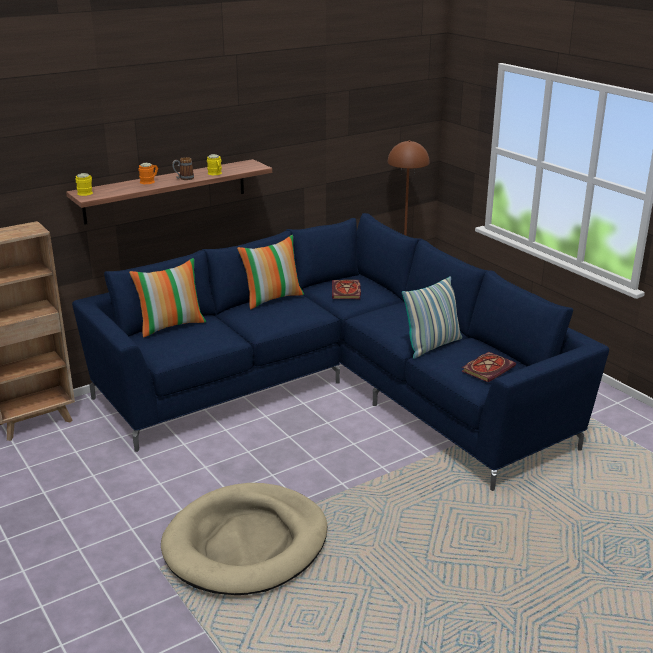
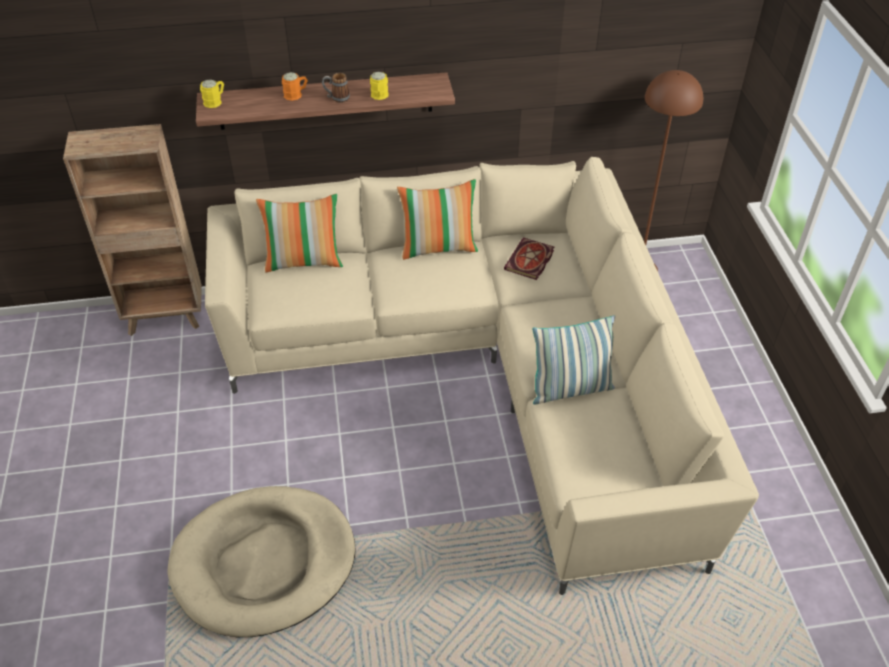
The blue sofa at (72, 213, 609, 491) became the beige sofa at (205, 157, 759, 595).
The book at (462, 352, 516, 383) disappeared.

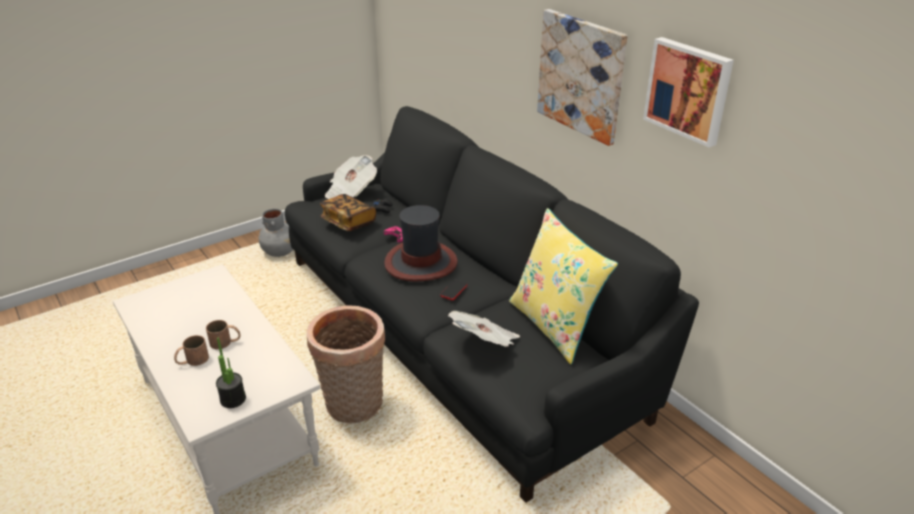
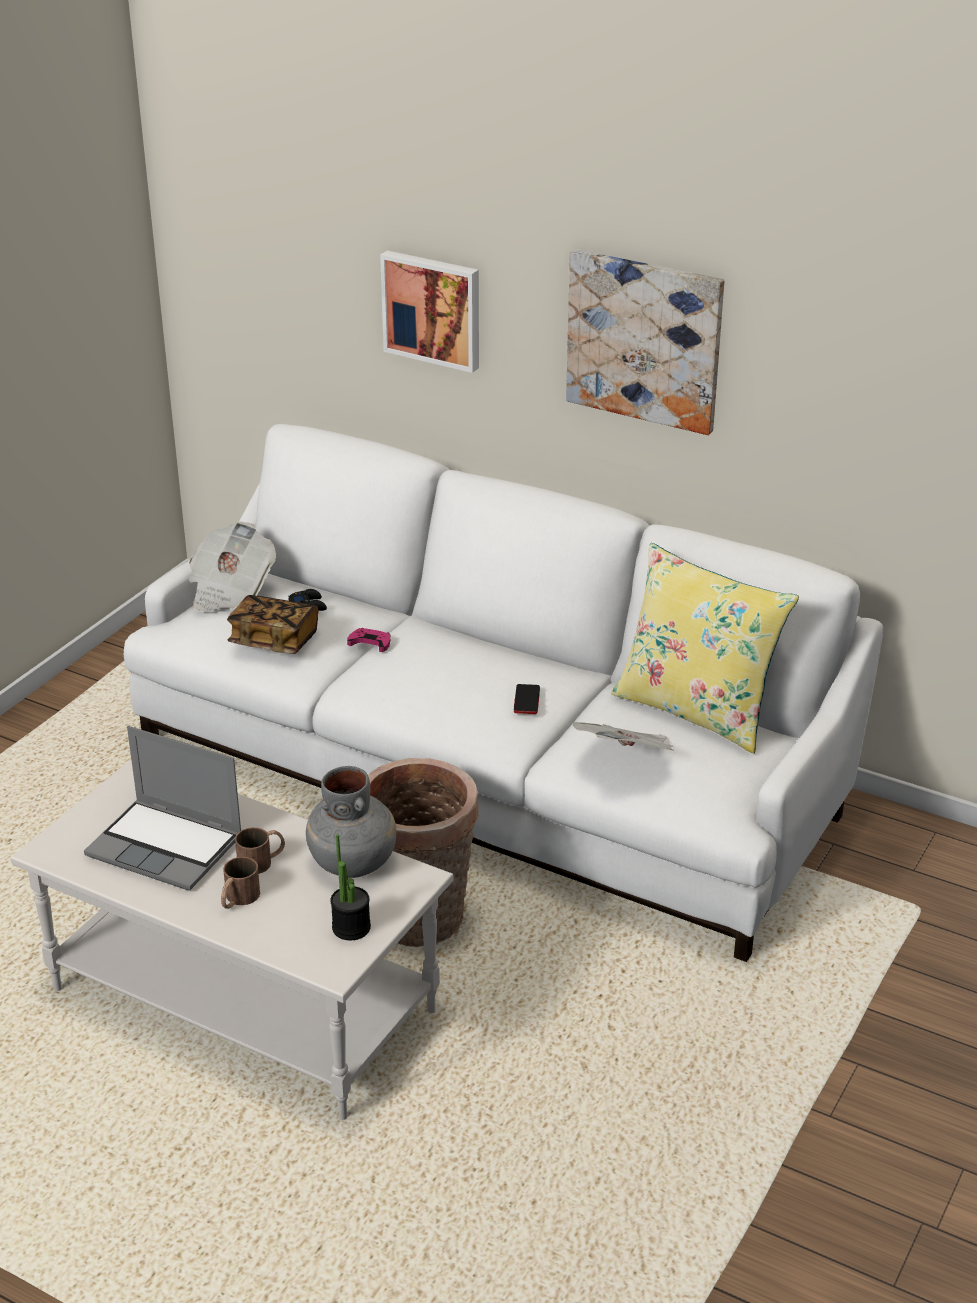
The grey vase moved from (258, 209, 293, 257) to (306, 766, 396, 878).
The black sofa at (285, 106, 699, 503) became the white sofa at (124, 424, 883, 962).
The hat at (384, 205, 457, 281) disappeared.
The picture moved from (643, 37, 734, 147) to (380, 250, 479, 373).
The laptop at (84, 726, 241, 891) appeared.

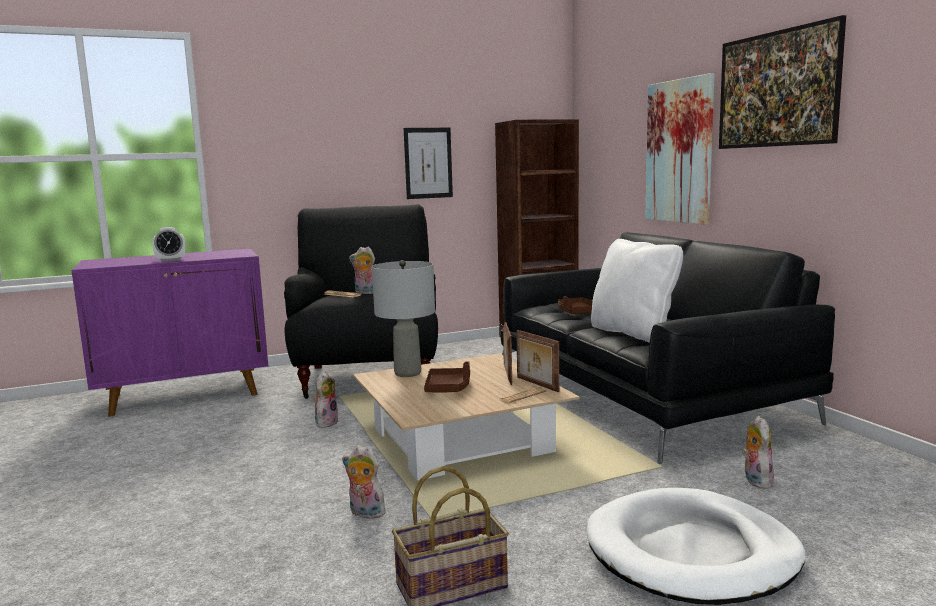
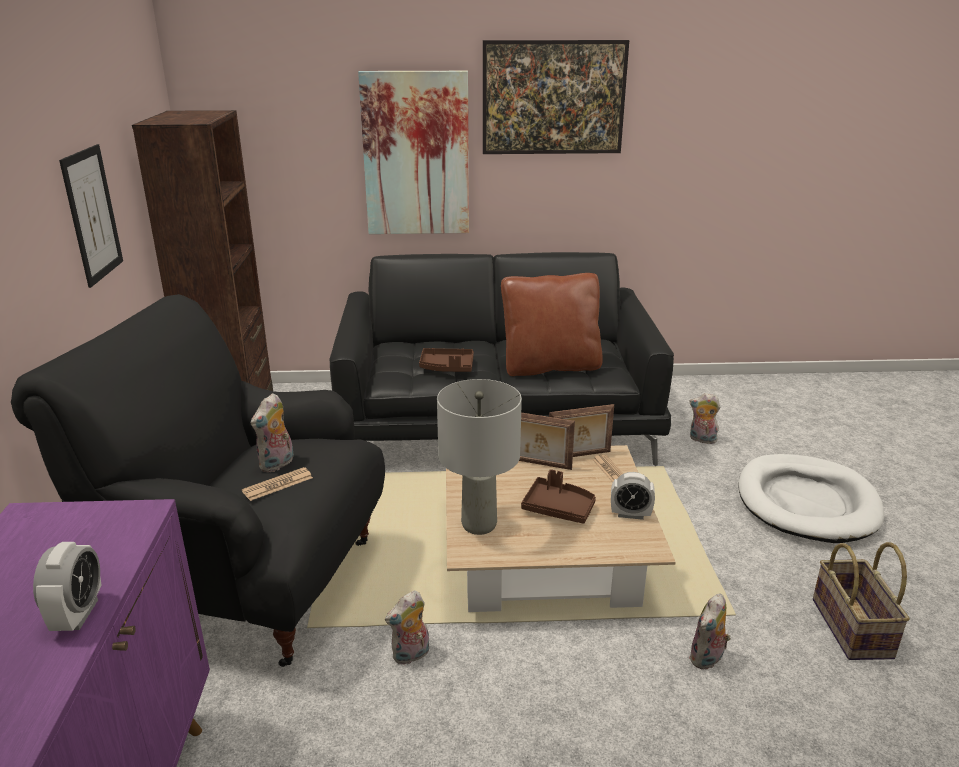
The plush toy at (313, 372, 339, 428) turned 75 degrees counterclockwise.
The white pillow at (591, 239, 683, 342) became the brown pillow at (501, 273, 603, 376).
The alarm clock at (611, 472, 655, 520) appeared.

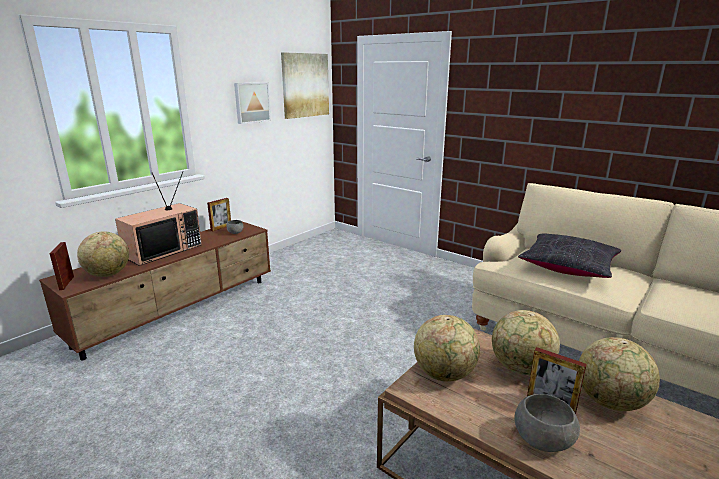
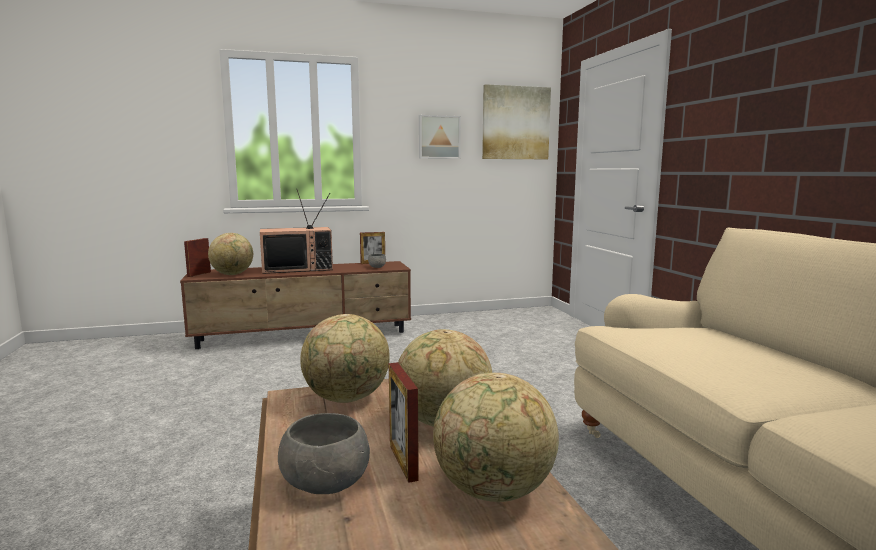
The black pillow at (518, 234, 621, 278) disappeared.

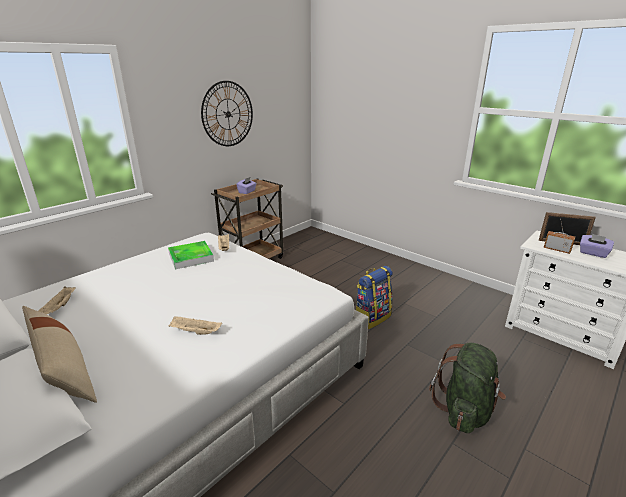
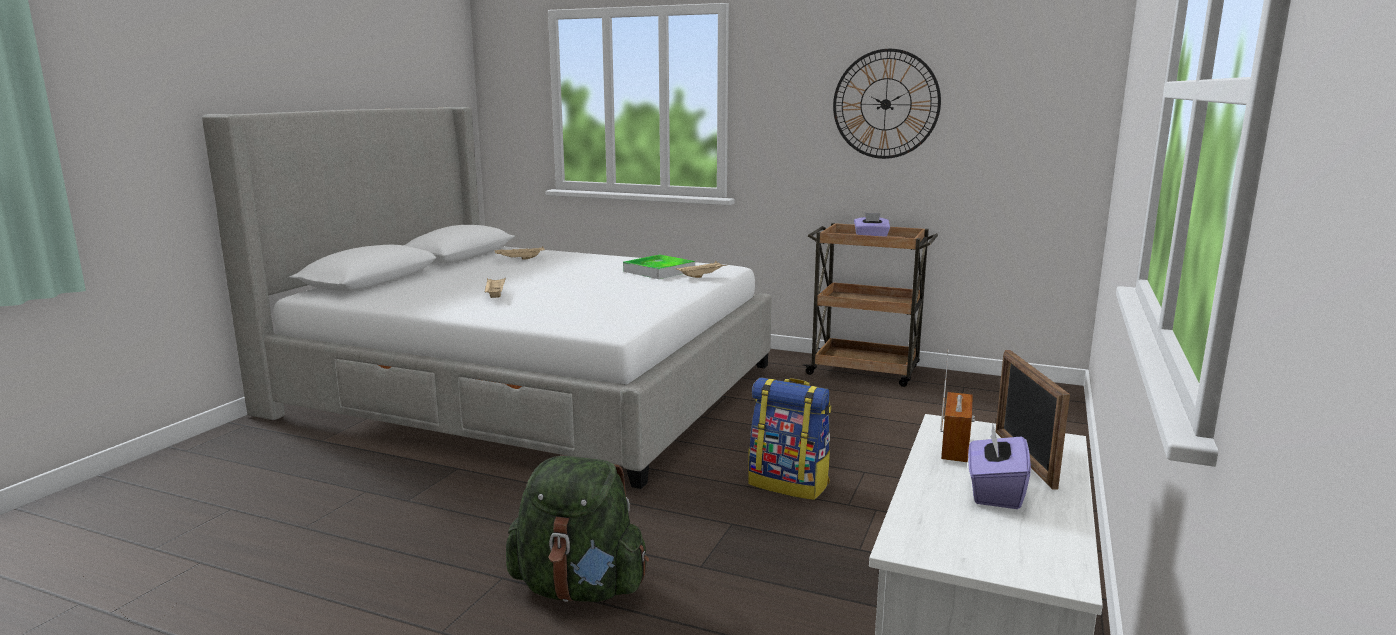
The beige pillow at (22, 306, 97, 403) disappeared.

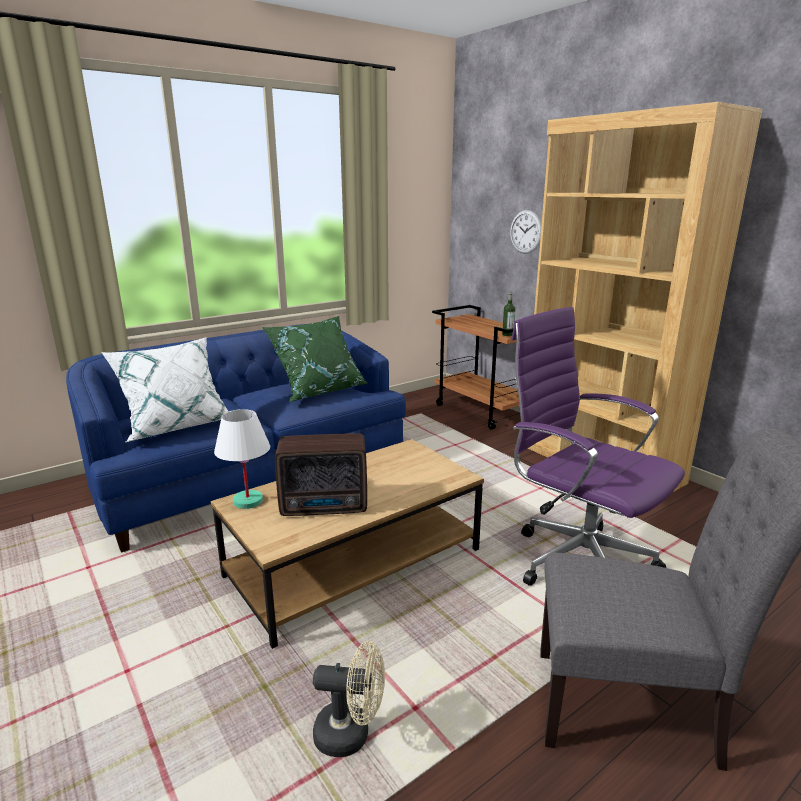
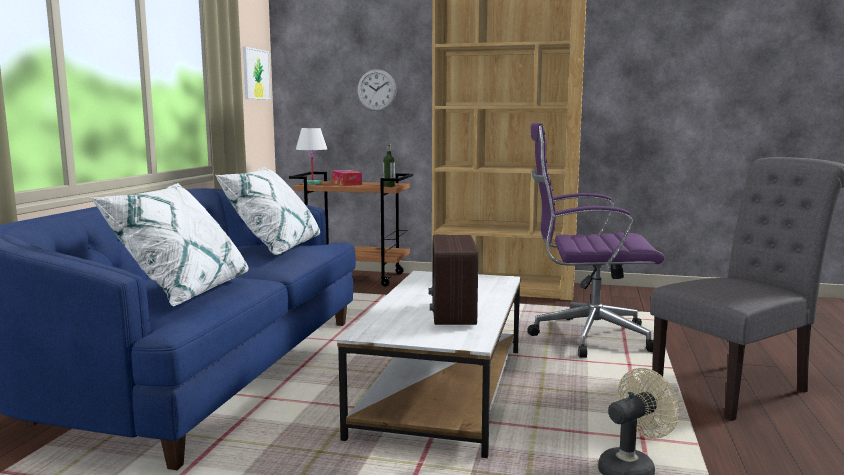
The brown coffee table at (211, 439, 484, 649) became the white coffee table at (337, 271, 521, 458).
The white table lamp moved from (214, 409, 270, 509) to (296, 128, 327, 185).
The green pillow at (262, 316, 368, 402) became the white pillow at (215, 167, 320, 255).
The radio at (275, 433, 367, 516) turned 135 degrees clockwise.
The picture at (243, 47, 271, 100) appeared.
The tissue box at (332, 170, 362, 186) appeared.

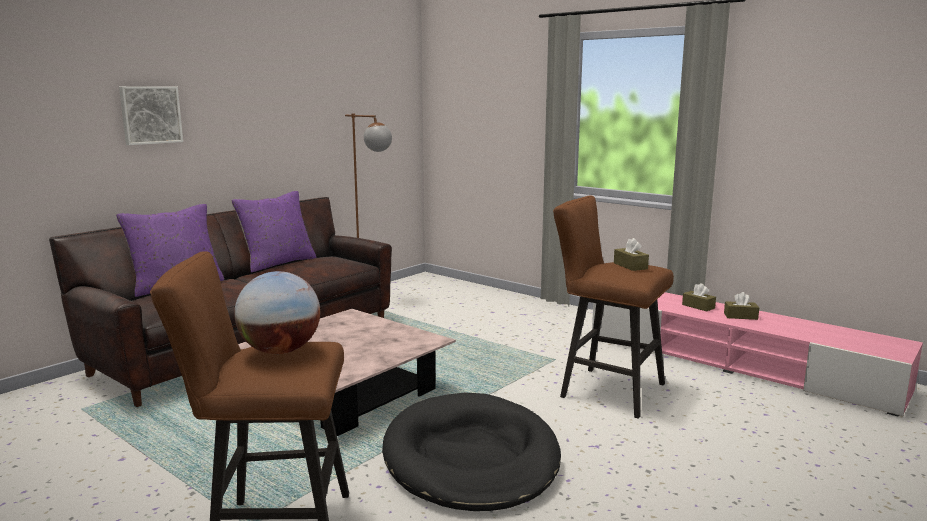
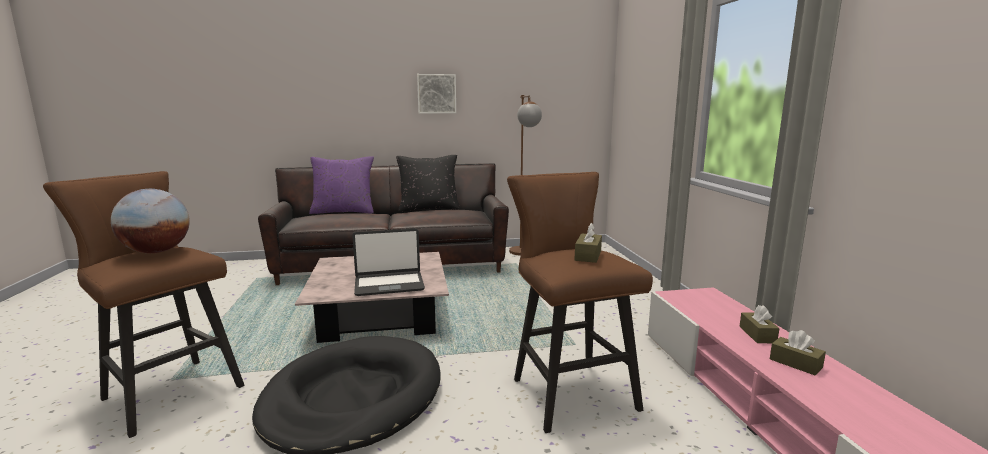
The picture moved from (119, 86, 183, 145) to (417, 74, 456, 114).
The purple pillow at (231, 191, 316, 273) became the black pillow at (396, 155, 460, 212).
The laptop at (352, 228, 425, 296) appeared.

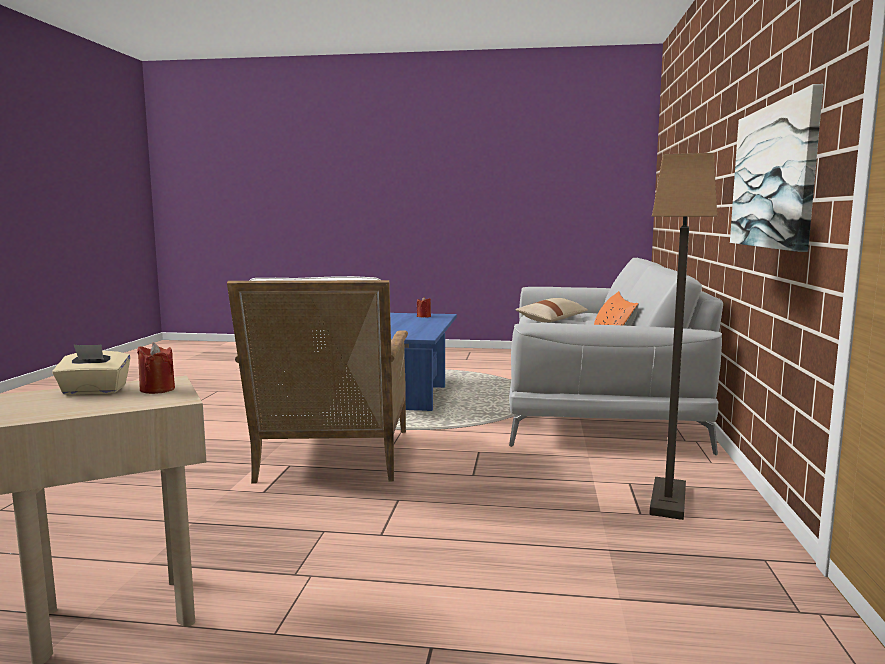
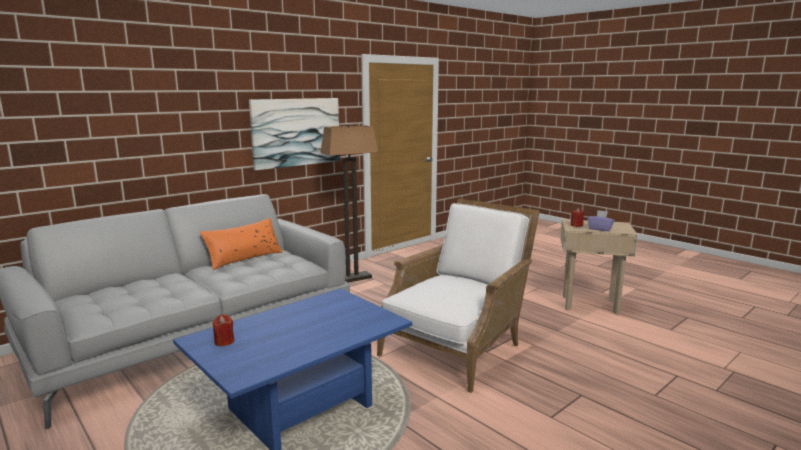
The beige tissue box at (52, 344, 130, 395) became the purple tissue box at (587, 210, 615, 231).
The beige pillow at (515, 298, 588, 322) disappeared.

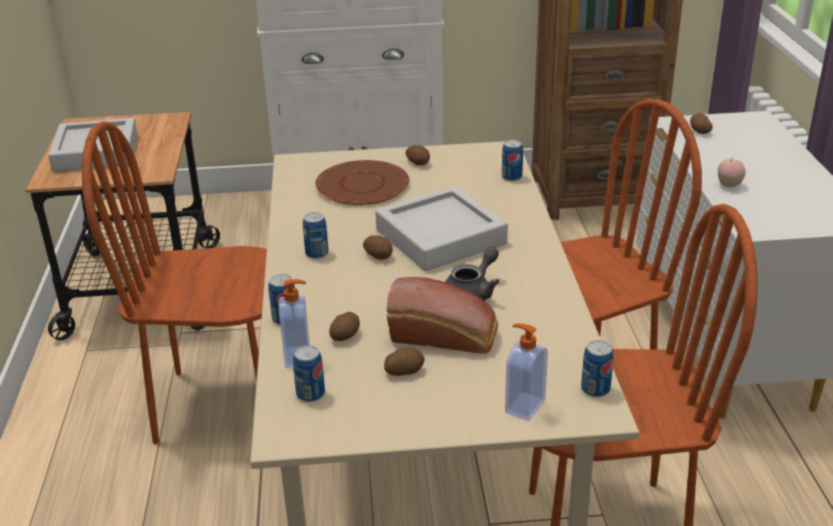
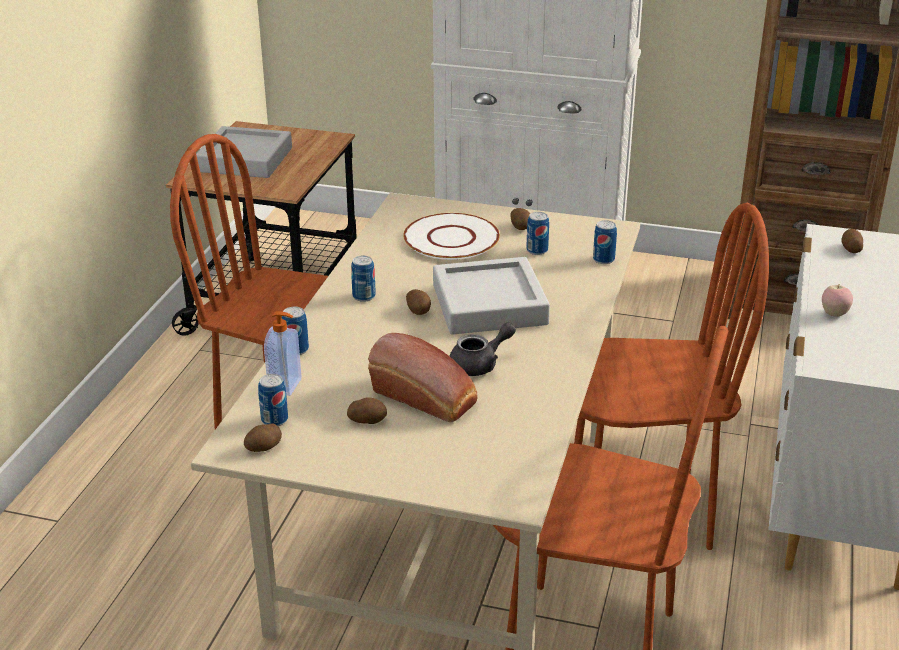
The brown plate at (315, 160, 409, 205) became the white plate at (403, 213, 500, 260).
The potato moved from (329, 312, 360, 341) to (244, 423, 282, 452).
The soap dispenser at (505, 323, 548, 421) disappeared.
The can moved from (581, 340, 613, 397) to (526, 212, 549, 255).

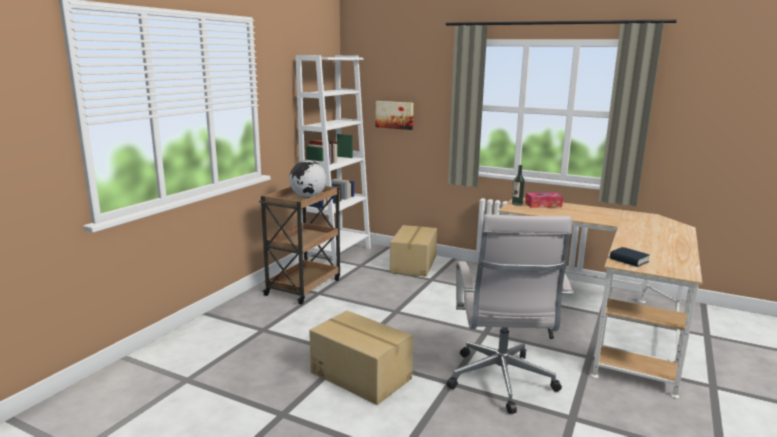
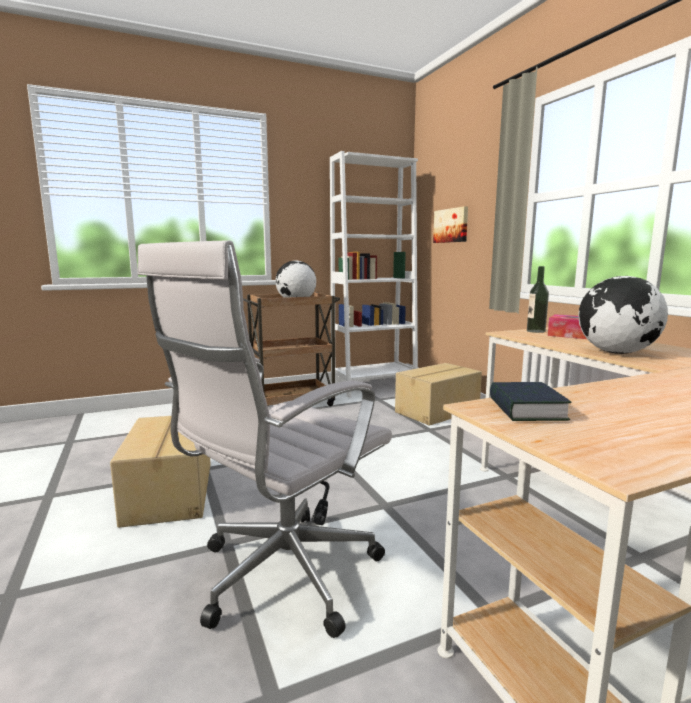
The globe at (578, 276, 668, 354) appeared.

